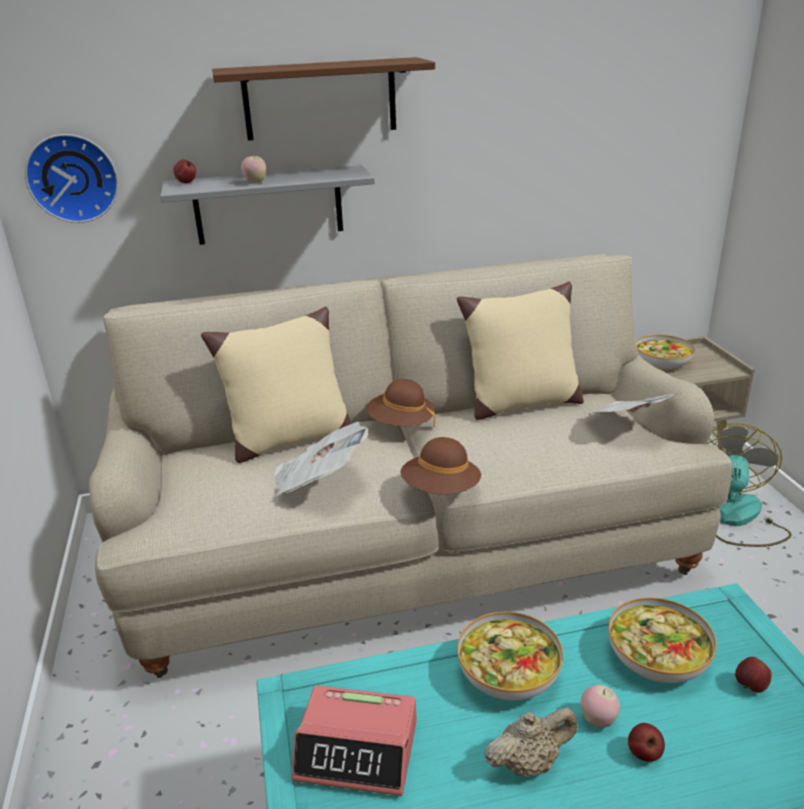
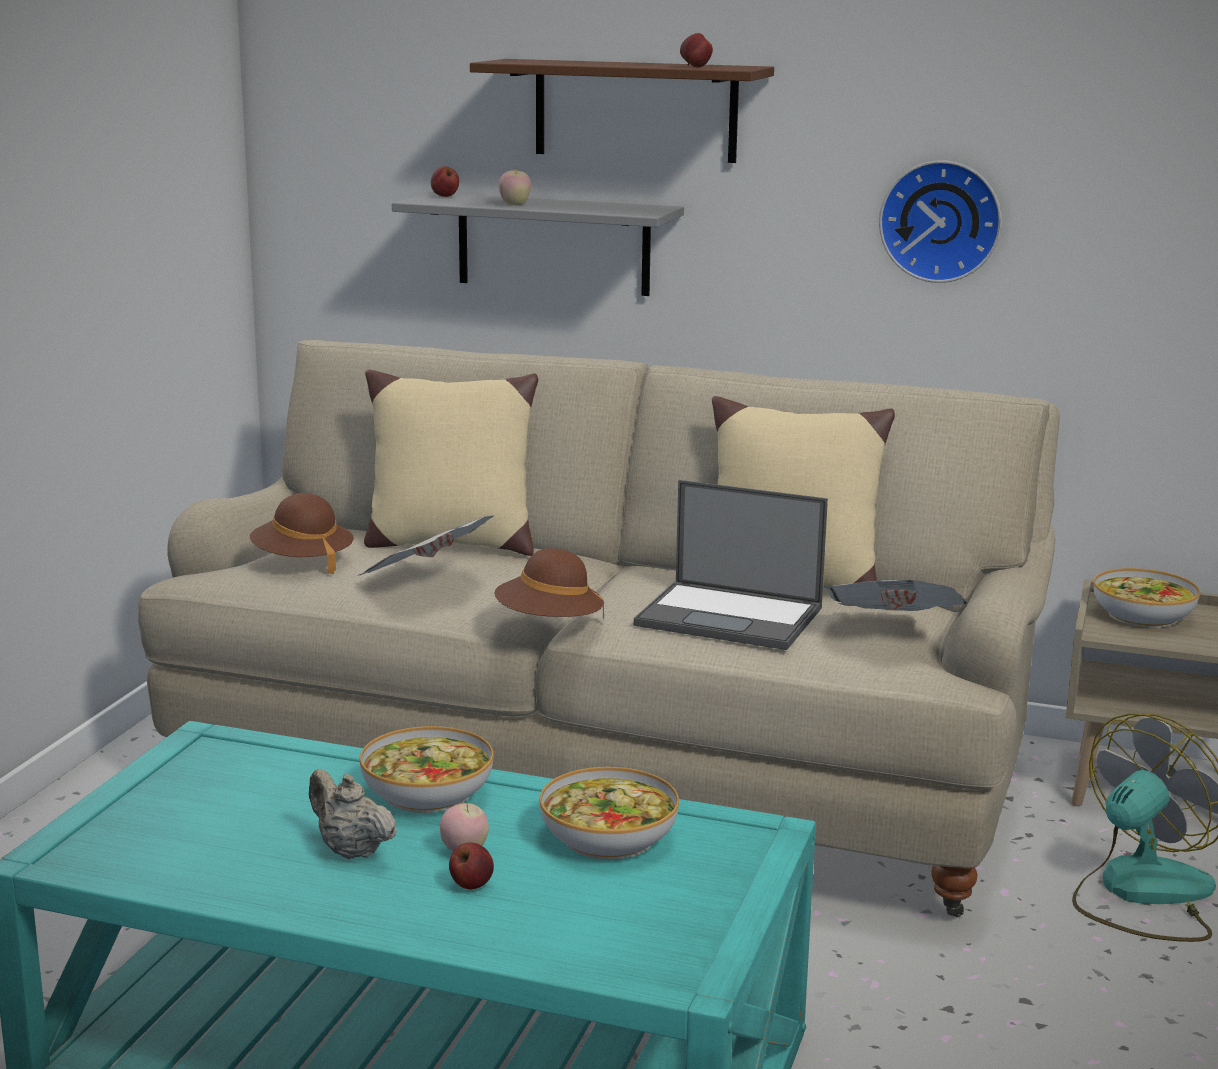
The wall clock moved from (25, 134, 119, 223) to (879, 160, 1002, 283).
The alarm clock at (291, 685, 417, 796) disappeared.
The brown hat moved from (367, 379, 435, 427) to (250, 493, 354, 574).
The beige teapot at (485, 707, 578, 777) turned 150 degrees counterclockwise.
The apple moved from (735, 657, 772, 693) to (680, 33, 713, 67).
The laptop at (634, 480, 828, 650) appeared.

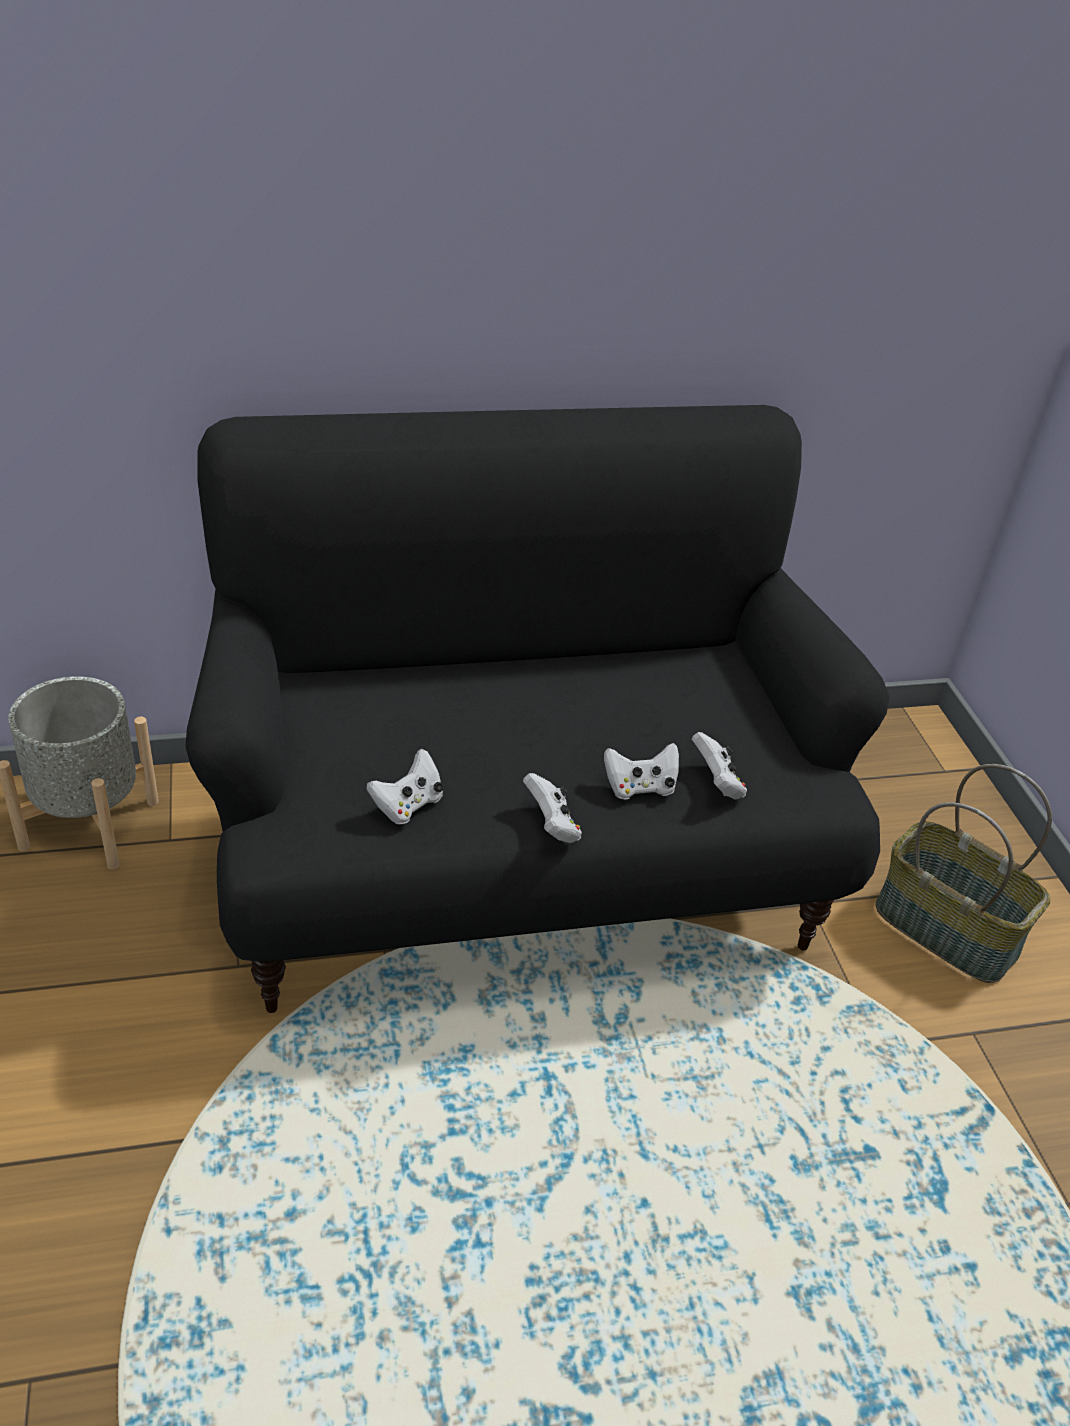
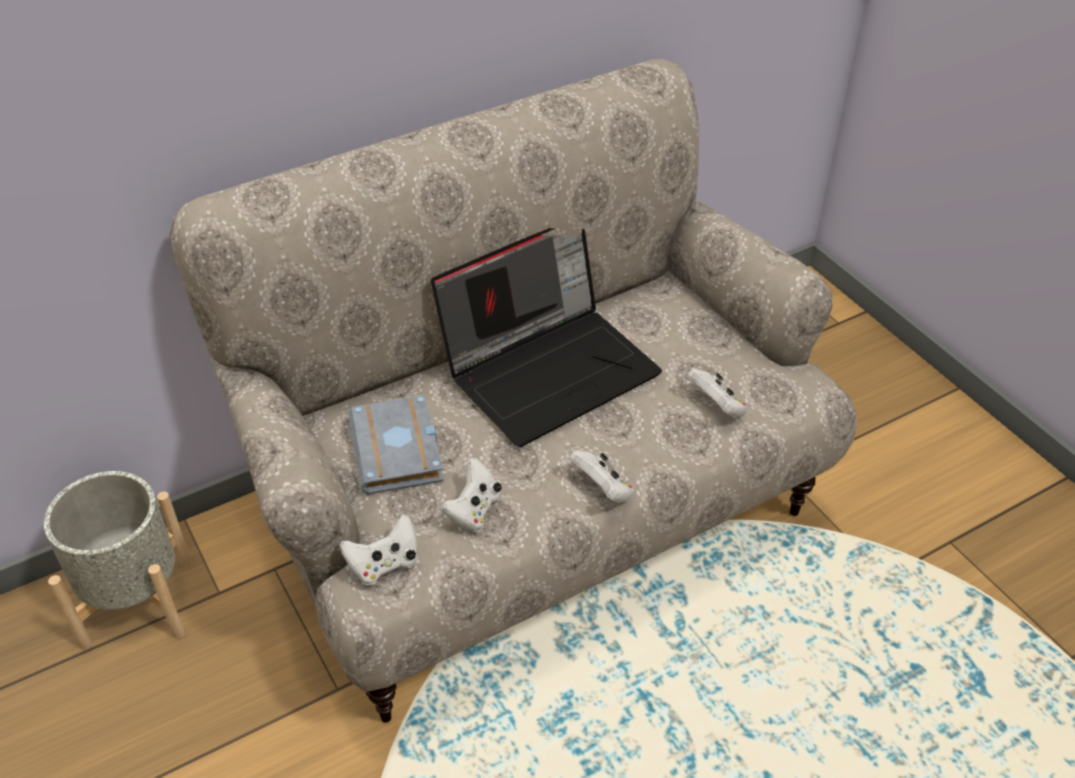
The black sofa at (186, 405, 890, 1013) became the beige sofa at (170, 59, 857, 723).
The white game controller moved from (604, 743, 679, 800) to (340, 514, 418, 585).
The basket at (876, 764, 1052, 983) disappeared.
The grey book at (348, 395, 444, 495) appeared.
The laptop at (431, 228, 662, 447) appeared.

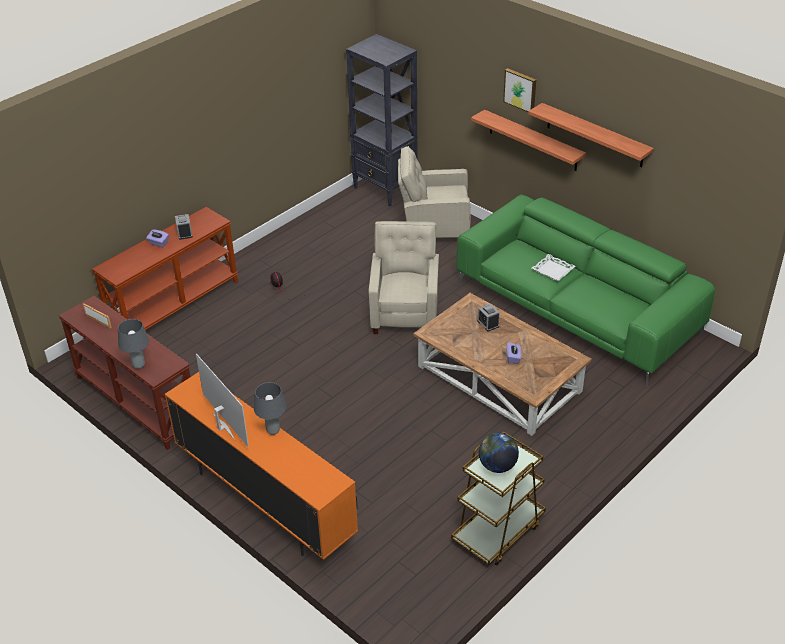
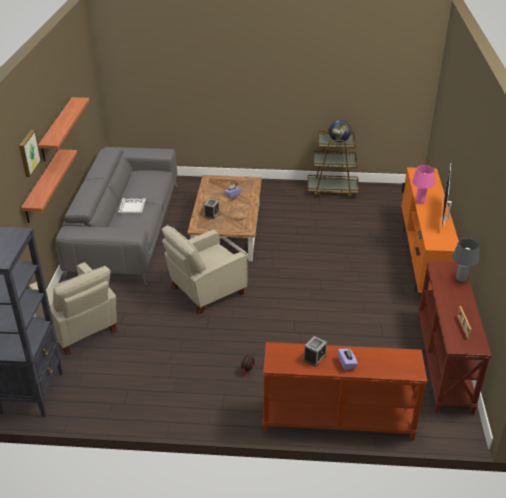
The grey table lamp at (254, 382, 287, 435) became the pink table lamp at (412, 165, 435, 204).
The green sofa at (457, 195, 715, 386) became the grey sofa at (55, 147, 178, 285).

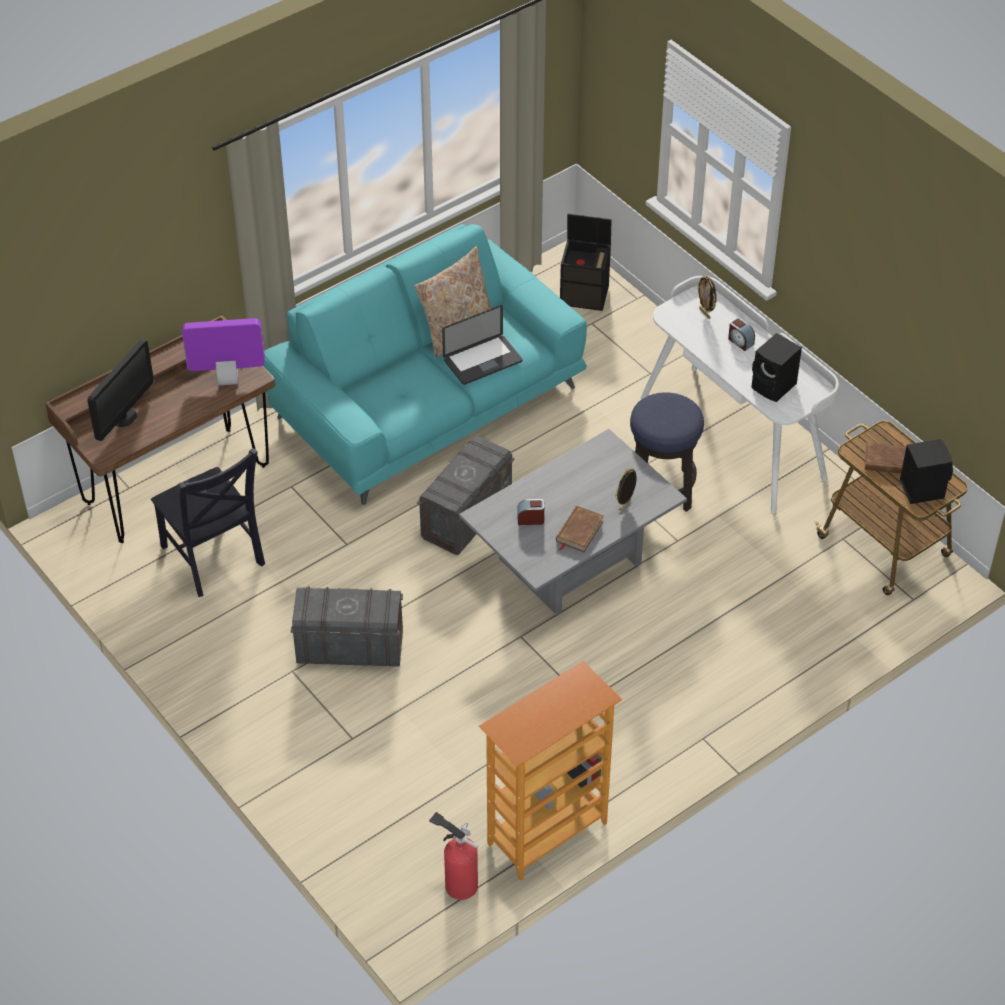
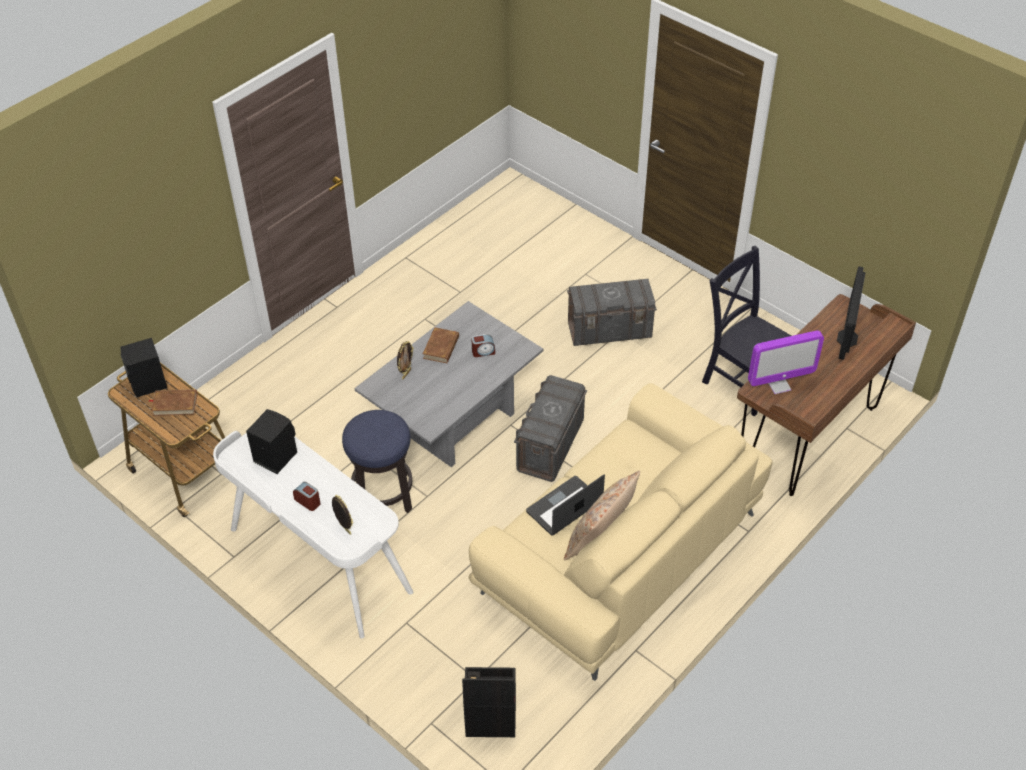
The turquoise sofa at (263, 224, 587, 505) became the beige sofa at (469, 383, 773, 681).
The fire extinguisher at (429, 812, 478, 900) disappeared.
The bookcase at (479, 661, 622, 880) disappeared.

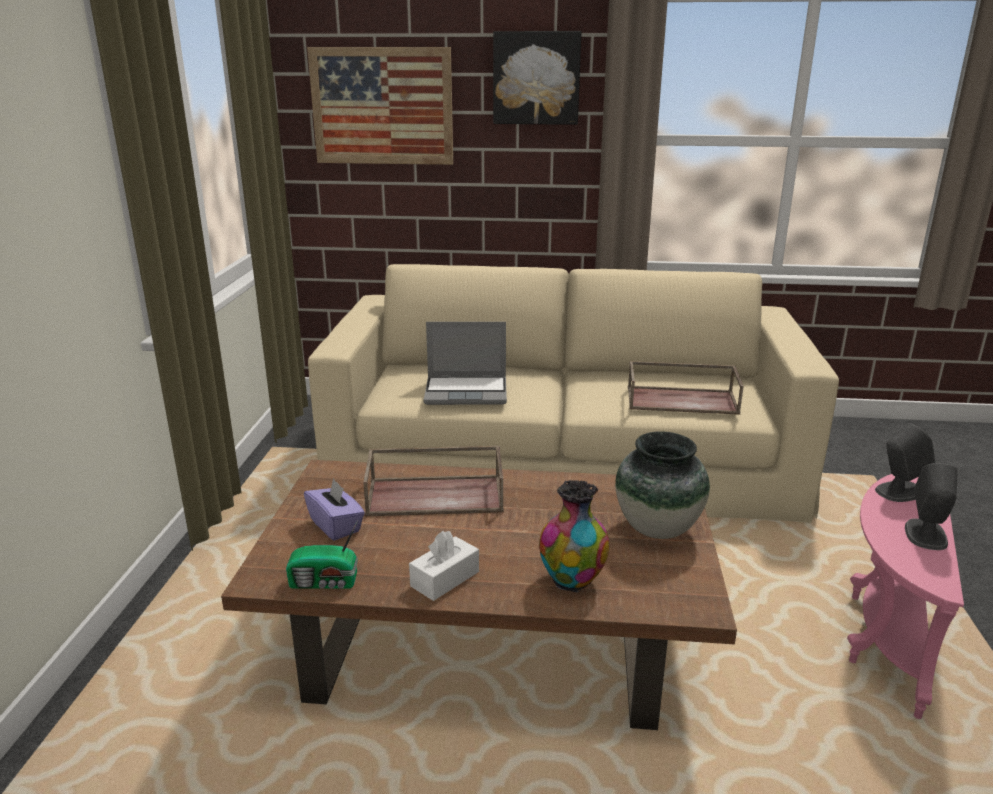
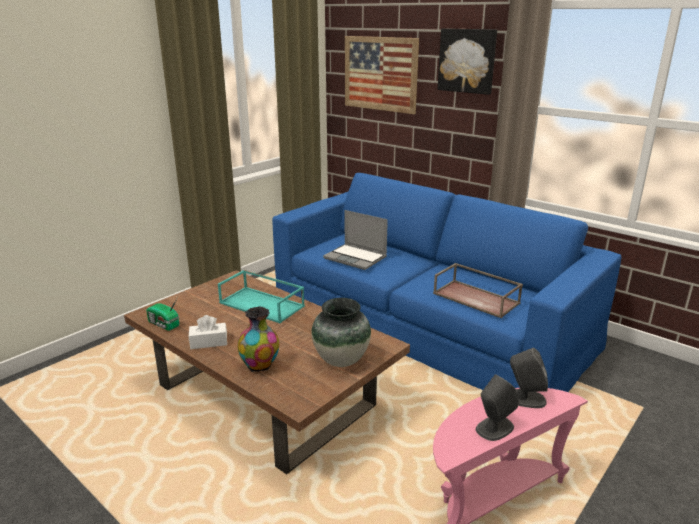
The purple tissue box at (304, 478, 365, 541) disappeared.
The beige sofa at (308, 264, 839, 523) became the blue sofa at (272, 173, 621, 392).
The brown tray at (363, 446, 504, 516) became the turquoise tray at (218, 270, 305, 323).

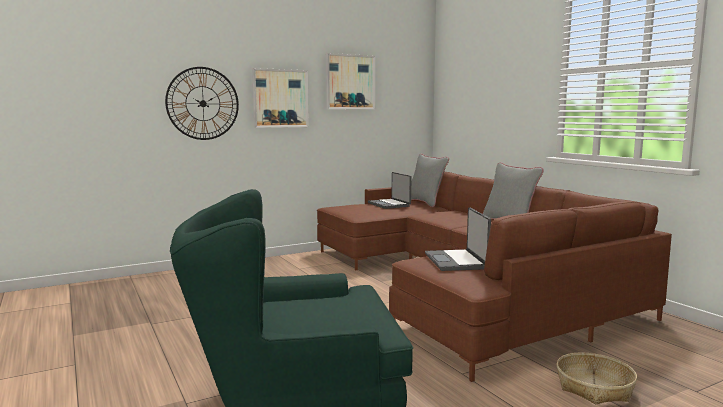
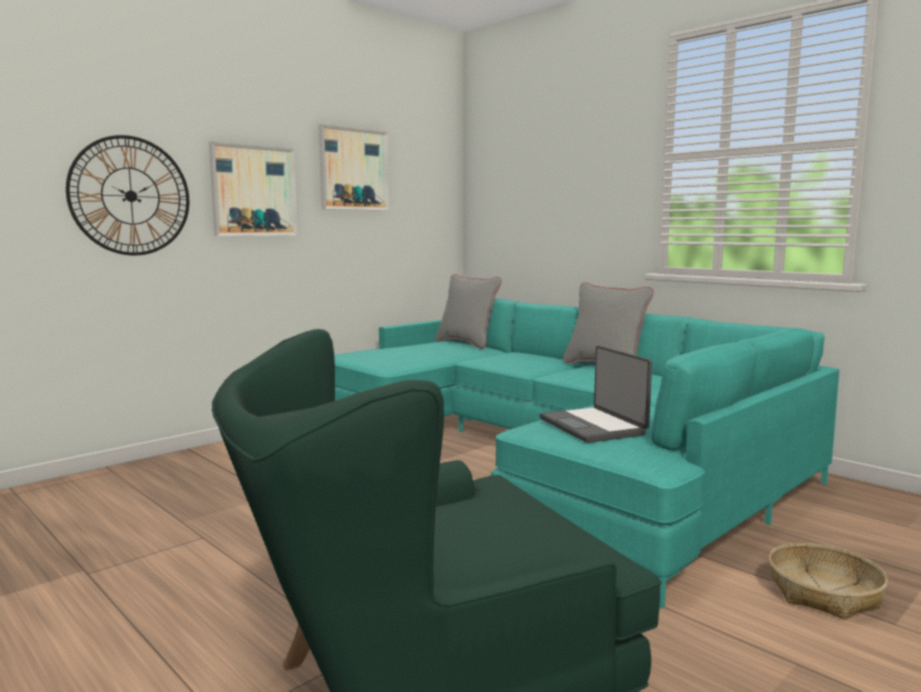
The brown sofa at (317, 172, 672, 382) became the turquoise sofa at (334, 298, 839, 609).
The laptop at (368, 172, 411, 209) disappeared.

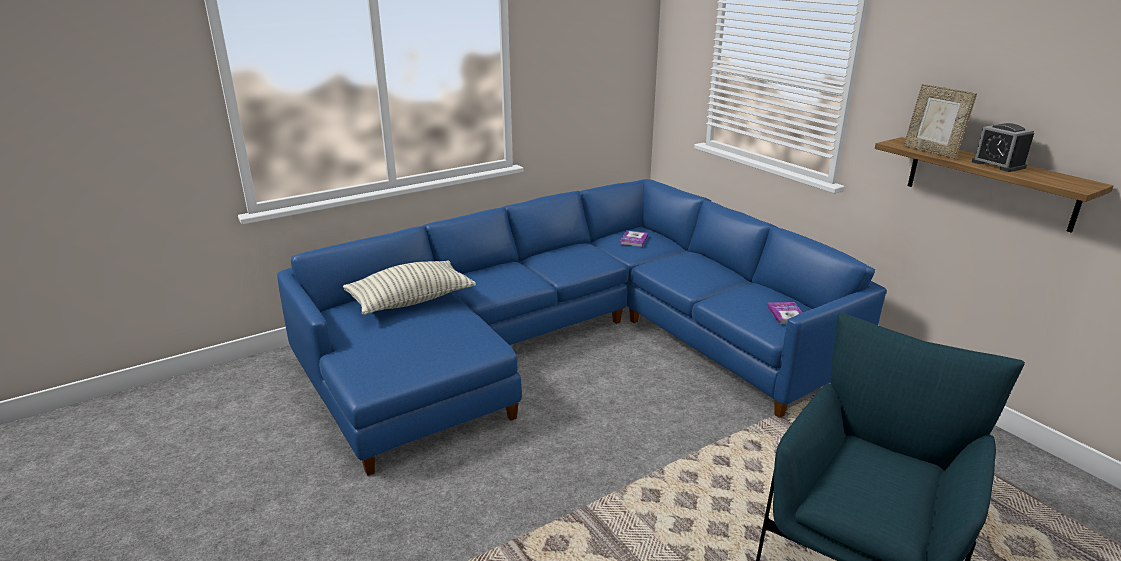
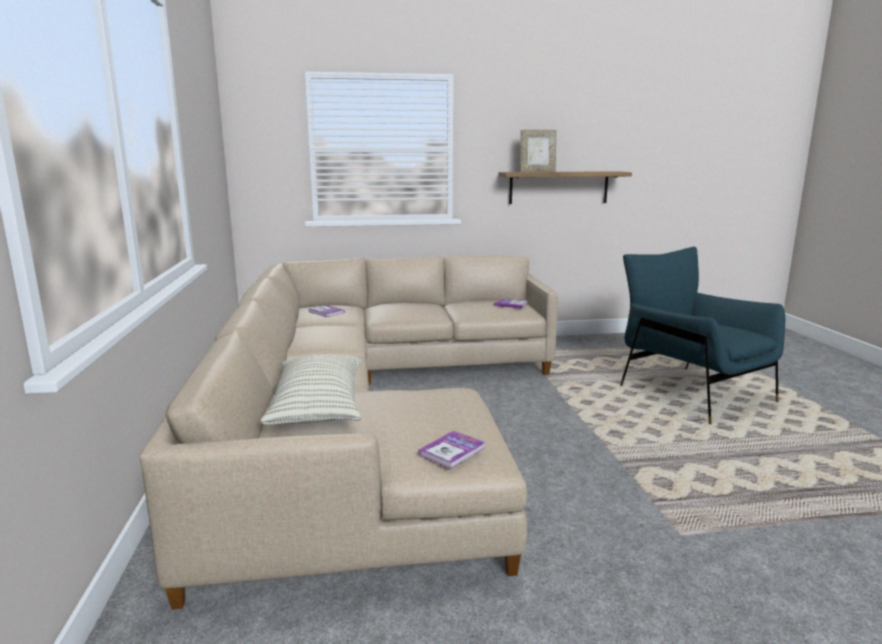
The blue sofa at (277, 179, 887, 476) became the beige sofa at (140, 255, 558, 610).
The alarm clock at (972, 123, 1034, 172) disappeared.
The book at (418, 431, 486, 469) appeared.

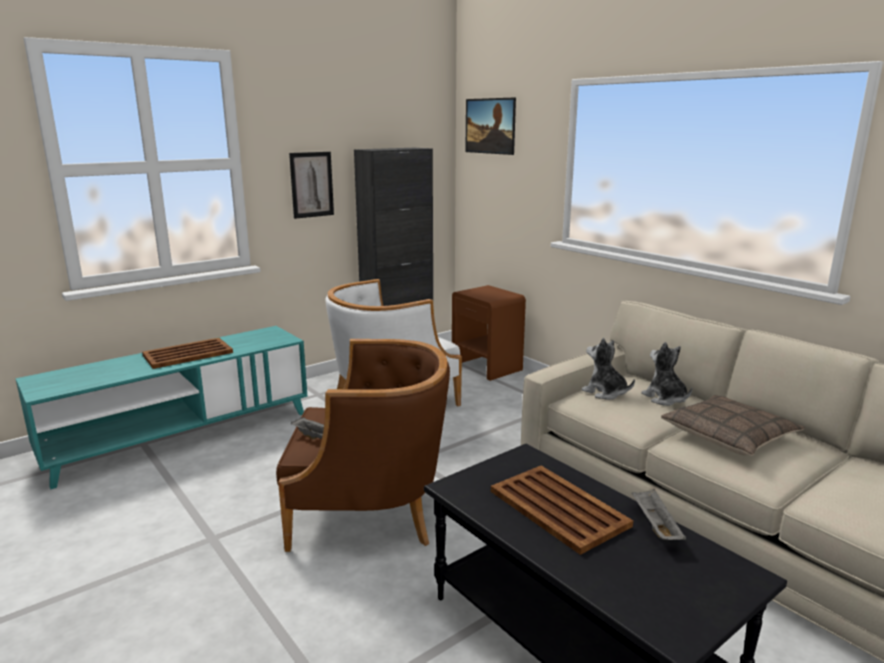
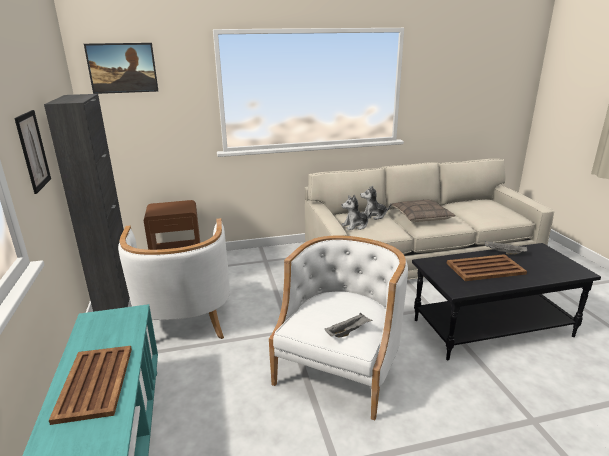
The brown armchair at (276, 339, 450, 552) became the white armchair at (269, 236, 408, 420).

